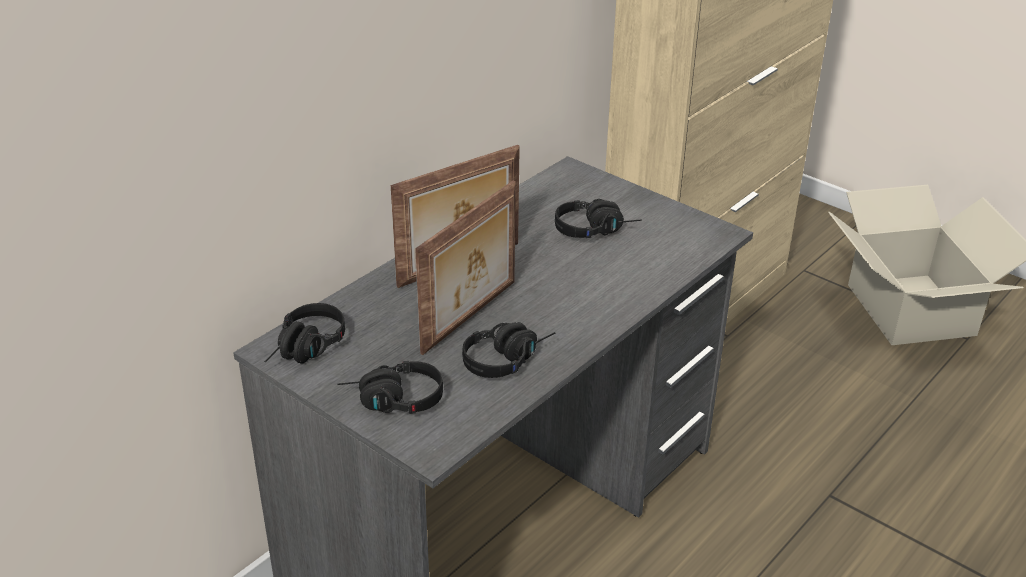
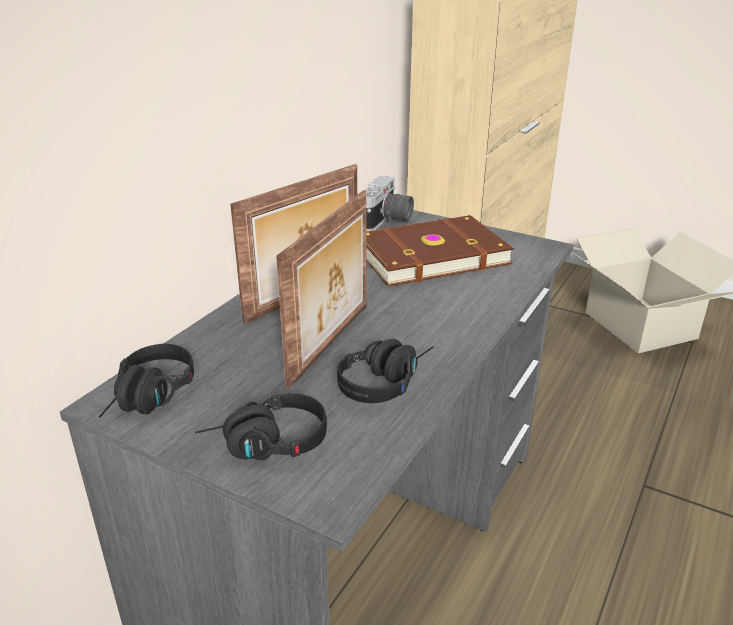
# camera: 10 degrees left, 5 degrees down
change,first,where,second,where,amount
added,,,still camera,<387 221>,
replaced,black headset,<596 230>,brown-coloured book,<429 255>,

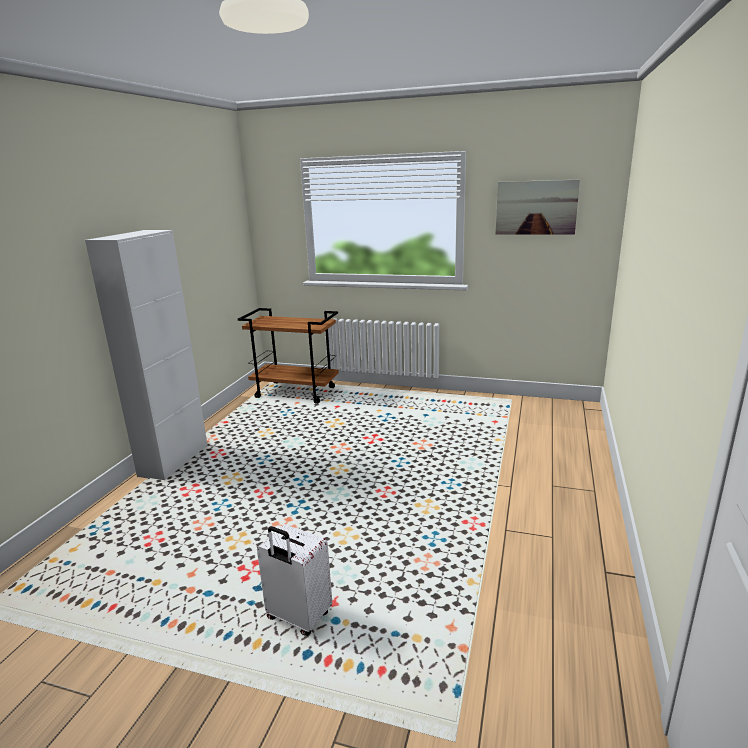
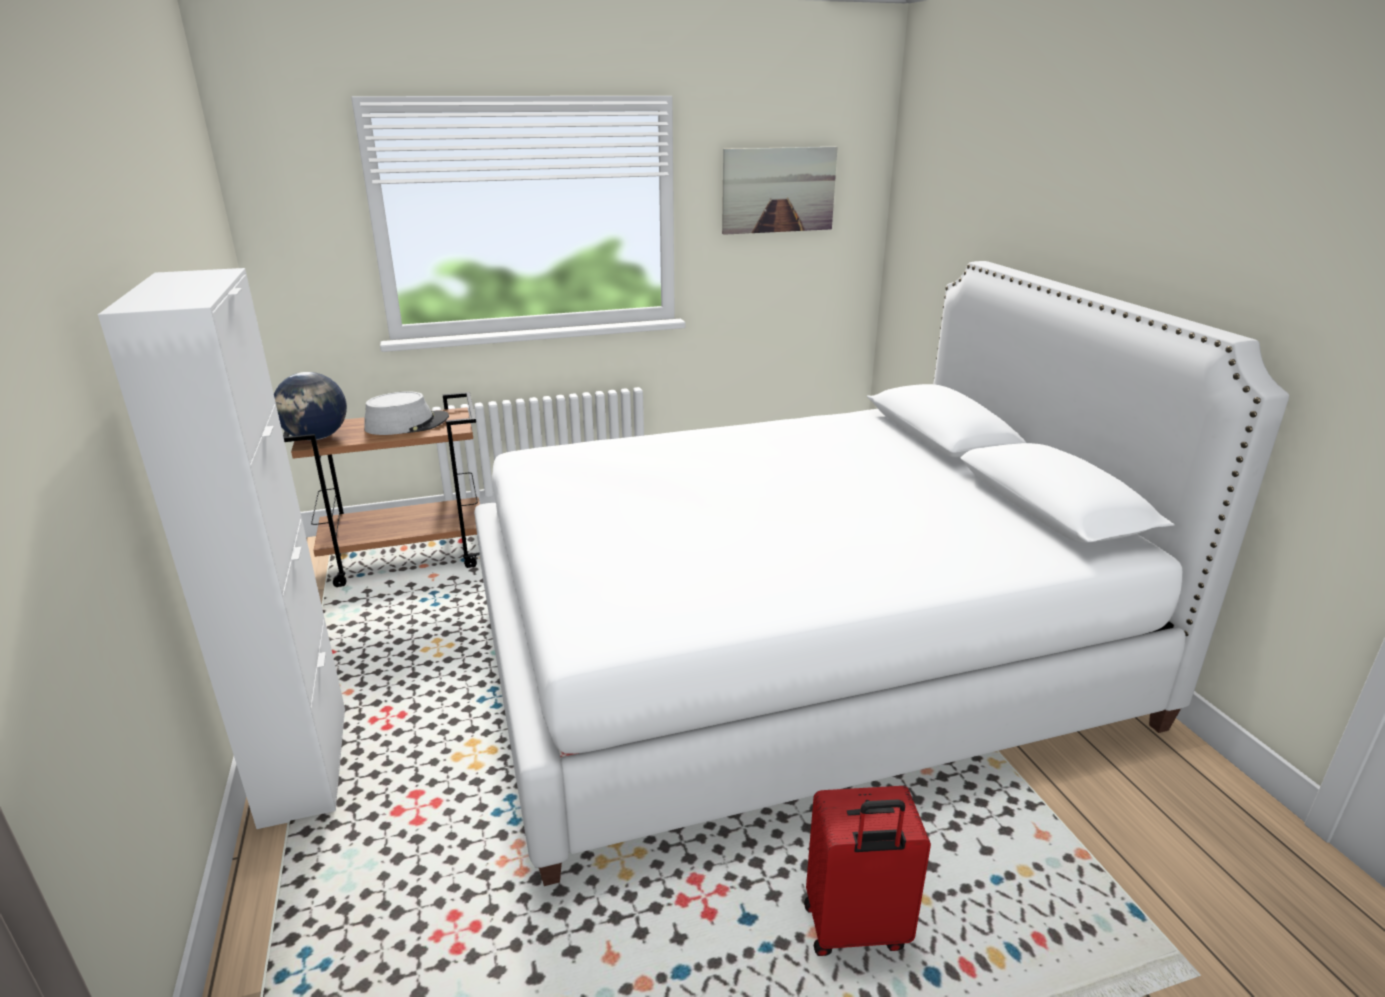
# camera: 35 degrees left, 5 degrees up
change,first,where,second,where,amount
added,,,desk globe,<317 437>,
added,,,greyish wearable hat,<407 424>,
added,,,white-coloured bedroom bed,<792 656>,
recoloured,white-coloured piece of luggage,<298 617>,red-coloured piece of luggage,<855 930>,

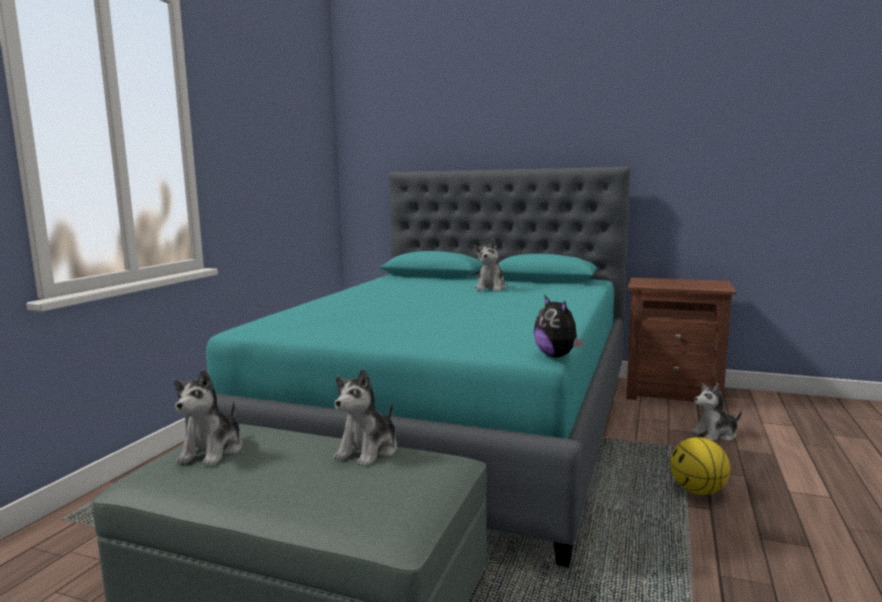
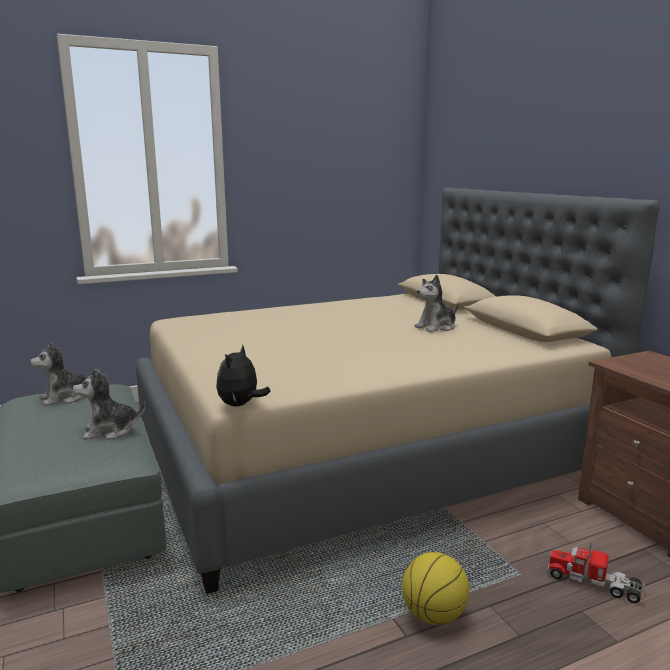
# camera: 45 degrees right, 5 degrees up
change,first,where,second,where,amount
recoloured,blue-green bedroom bed,<453 425>,sand-coloured bedroom bed,<363 451>,
replaced,soft toy,<716 434>,toy lorry,<594 583>,

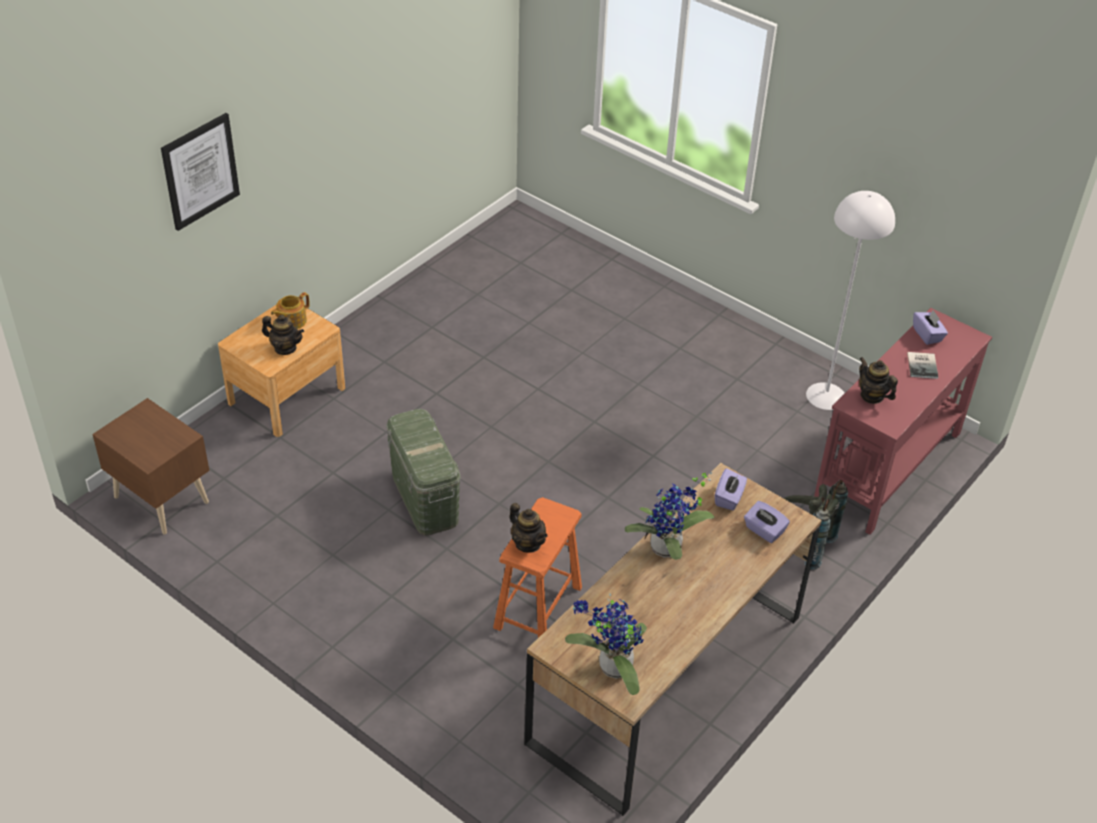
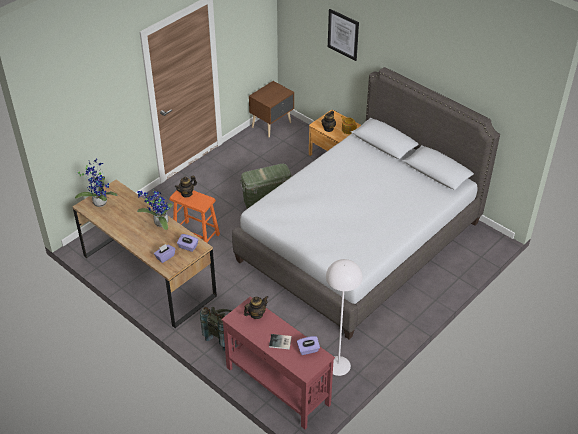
# camera: 95 degrees right, 0 degrees up
change,first,where,second,where,amount
added,,,greyish bedroom bed,<359 241>,

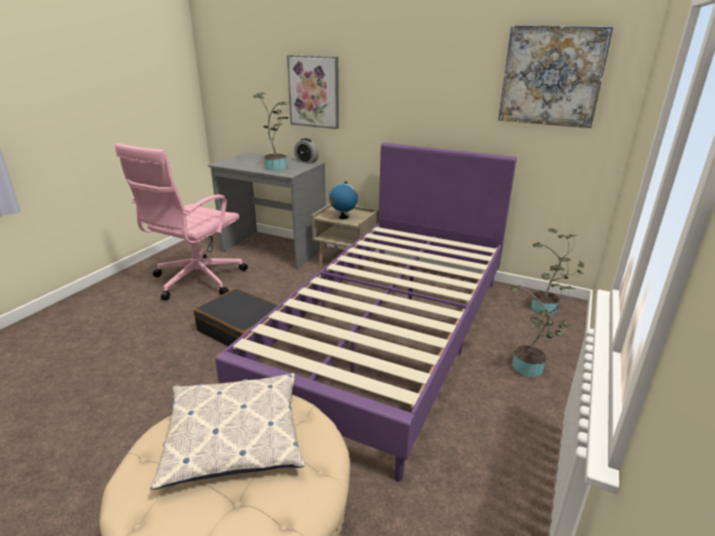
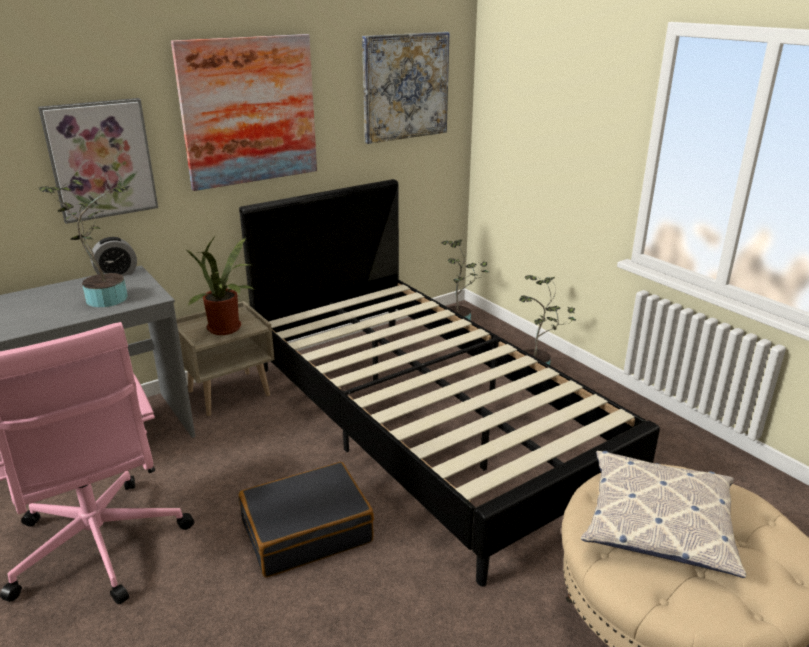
# camera: 60 degrees left, 0 degrees up
change,first,where,second,where,amount
added,,,picture,<249 111>,
replaced,desk globe,<343 217>,potted plant,<227 329>,
recoloured,purple-coloured bedroom bed,<388 335>,black bedroom bed,<424 421>,

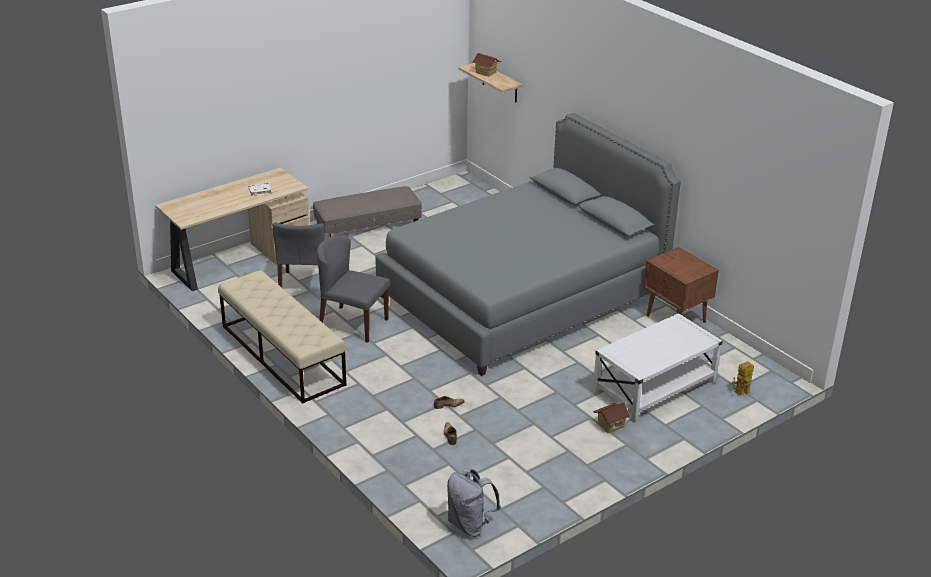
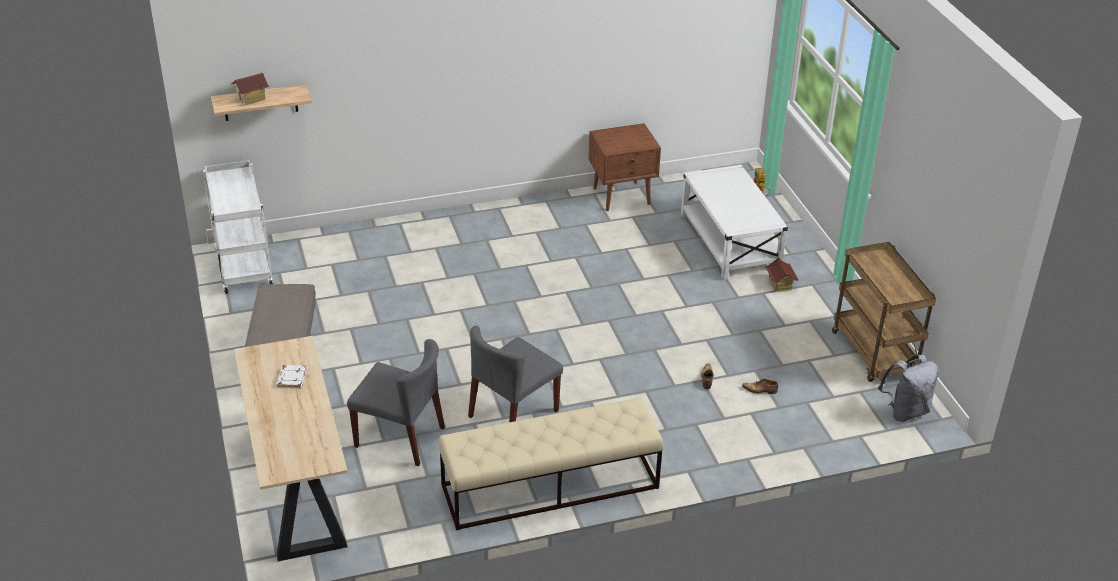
# camera: 70 degrees left, 5 degrees up
change,first,where,second,where,amount
added,,,white-coloured trolley,<242 266>,
added,,,brown-coloured trolley,<875 354>,
removed,greyish bedroom bed,<522 296>,,,

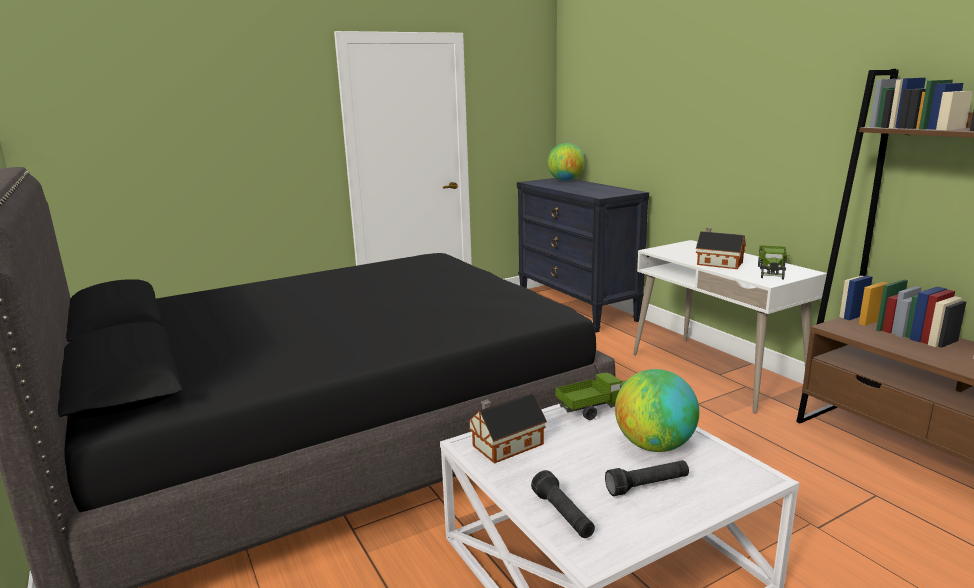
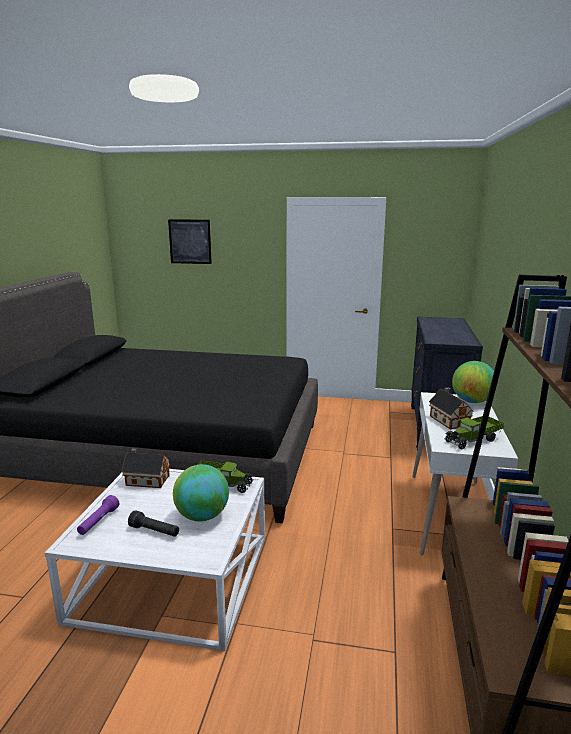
# camera: 40 degrees right, 0 degrees up
change,first,where,second,where,amount
recoloured,black flashlight,<563 516>,purple-coloured flashlight,<98 522>,
added,,,picture,<190 241>,
moved,desk globe,<565 180>,,<472 401>,

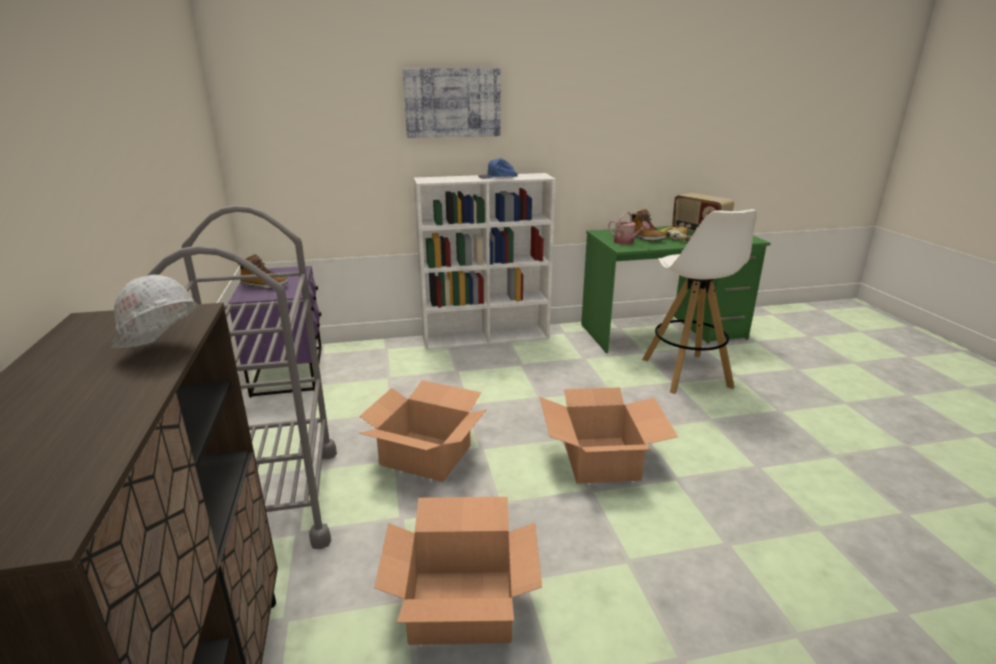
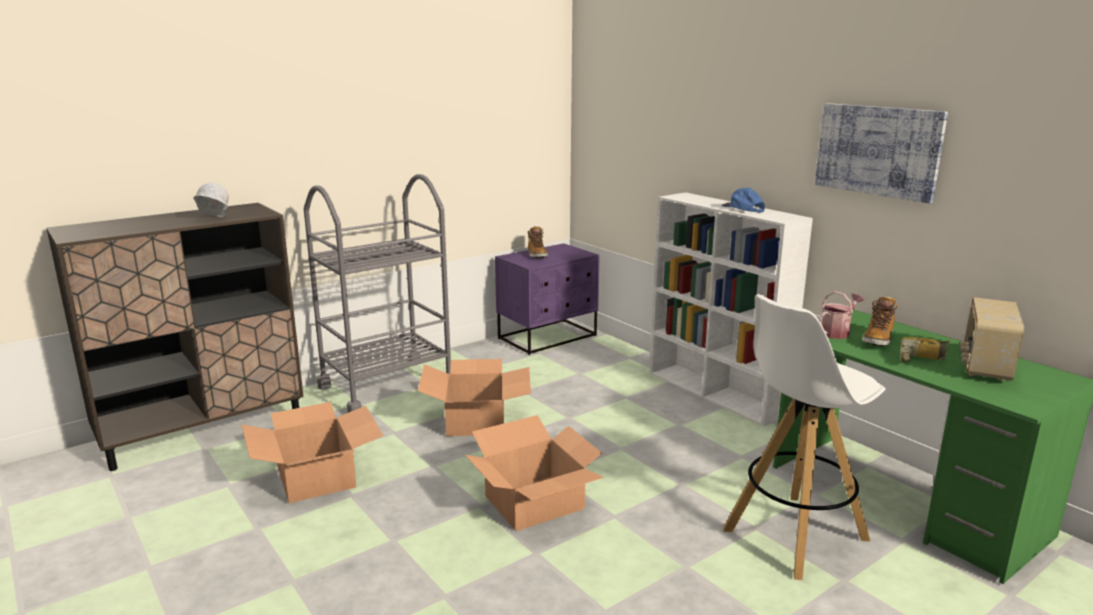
# camera: 65 degrees right, 5 degrees down
change,first,where,second,where,amount
moved,picture,<452 103>,,<878 150>,
turned,sprinkling can,<626 242>,,<836 332>,150 degrees counterclockwise

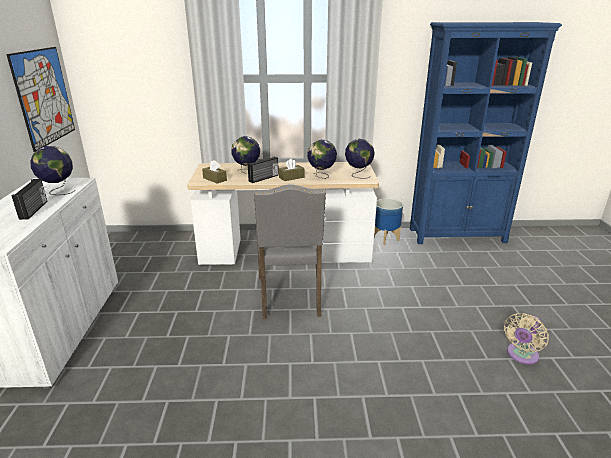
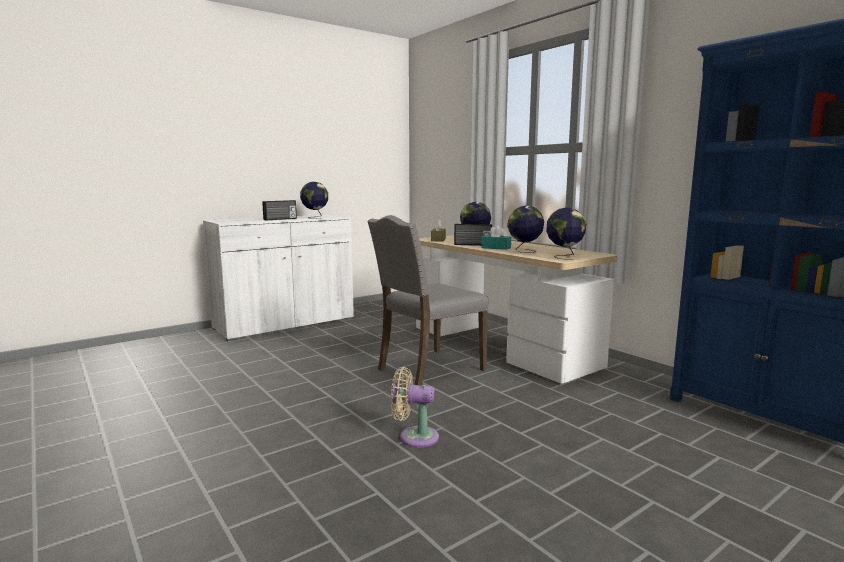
# camera: 55 degrees right, 15 degrees down
change,first,where,second,where,amount
moved,sand-coloured electric fan,<521 355>,,<414 437>,
recoloured,brown-coloured tissue holder,<291 177>,blue-green tissue holder,<496 248>,
removed,picture,<44 97>,,,
removed,plant pot,<385 238>,,,

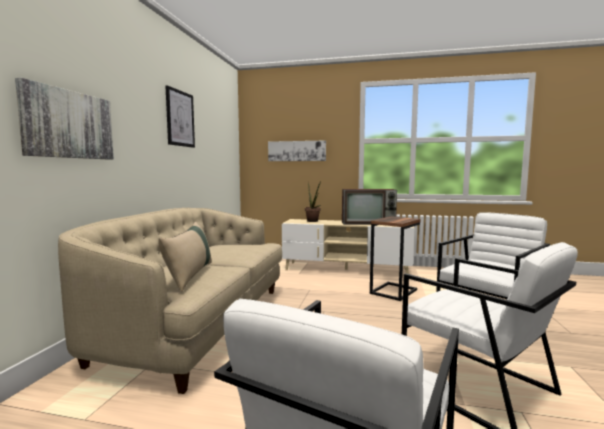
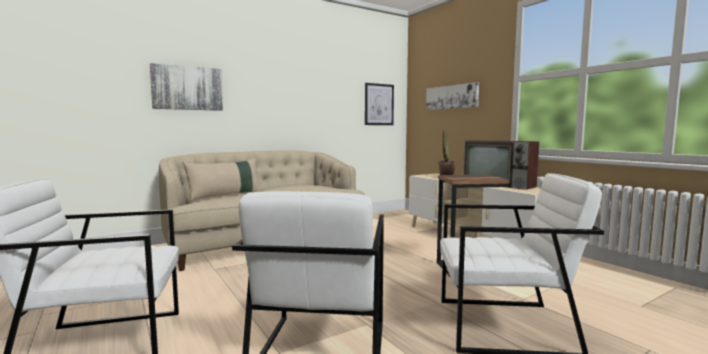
# camera: 45 degrees right, 0 degrees up
change,first,where,second,where,amount
moved,picture,<180 118>,,<379 104>,

